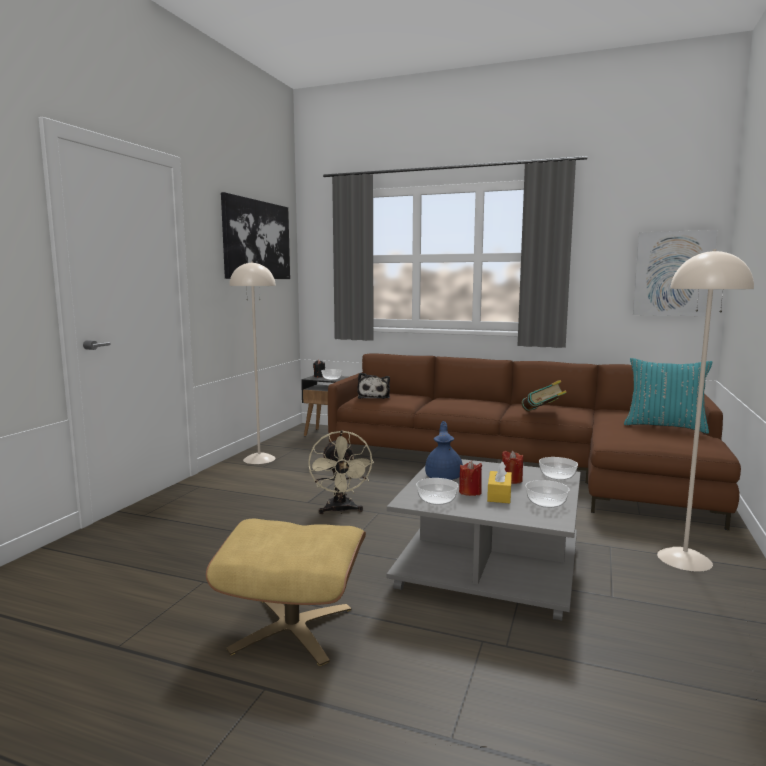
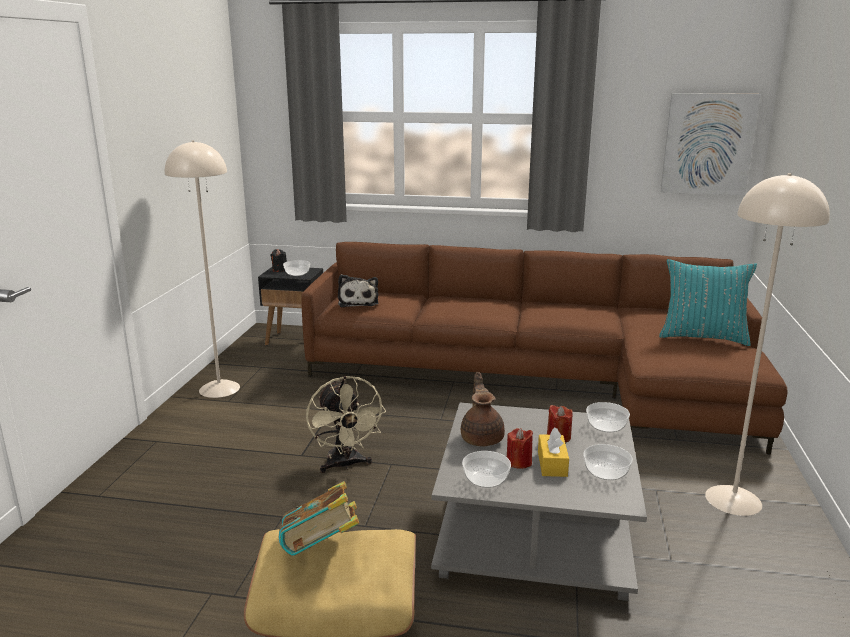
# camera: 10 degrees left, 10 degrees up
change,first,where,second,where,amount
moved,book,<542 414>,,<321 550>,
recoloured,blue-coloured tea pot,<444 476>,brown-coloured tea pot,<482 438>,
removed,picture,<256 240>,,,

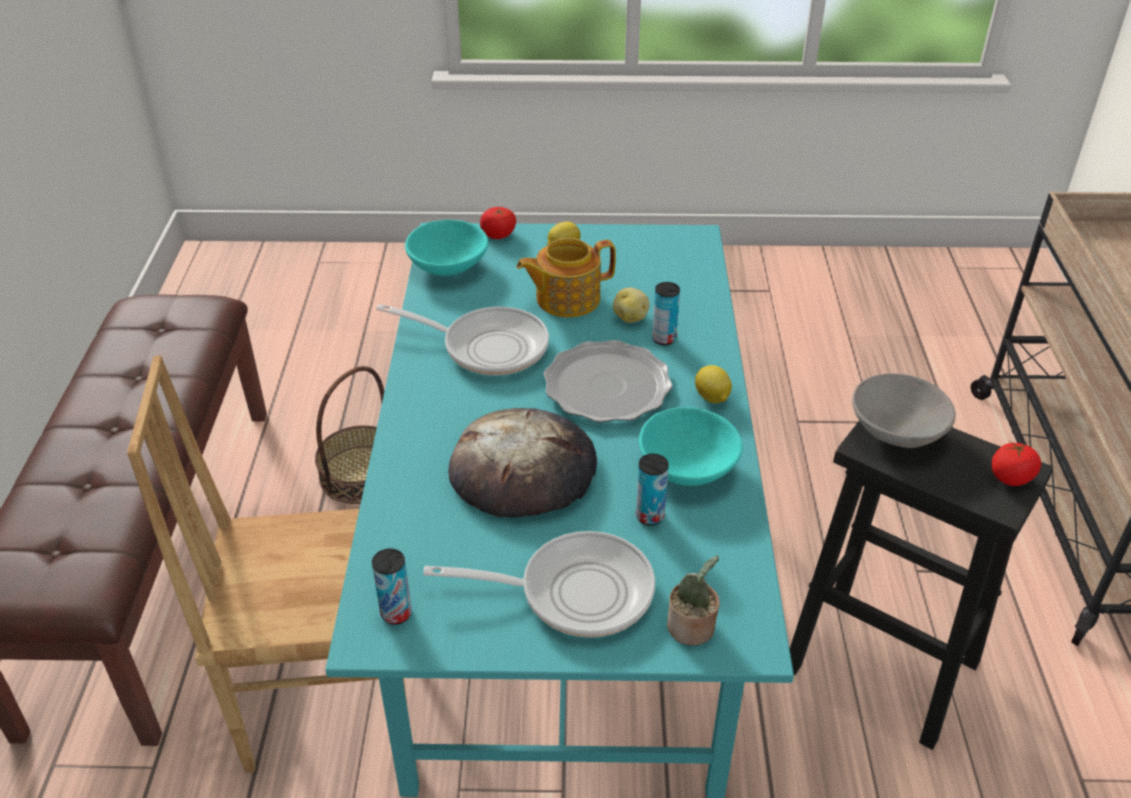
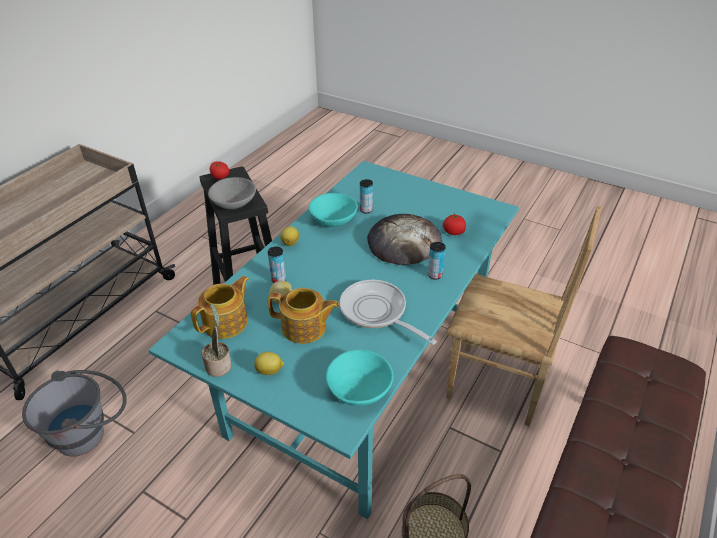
# camera: 150 degrees left, 0 degrees up
change,first,where,second,where,amount
added,,,greyish pail,<91 432>,
added,,,tea pot,<227 322>,
moved,potted plant,<692 629>,,<219 365>,
moved,can,<396 613>,,<434 275>,
moved,fresh tomato,<498 235>,,<453 232>,
removed,frying pan,<574 591>,,,
removed,plate,<606 386>,,,

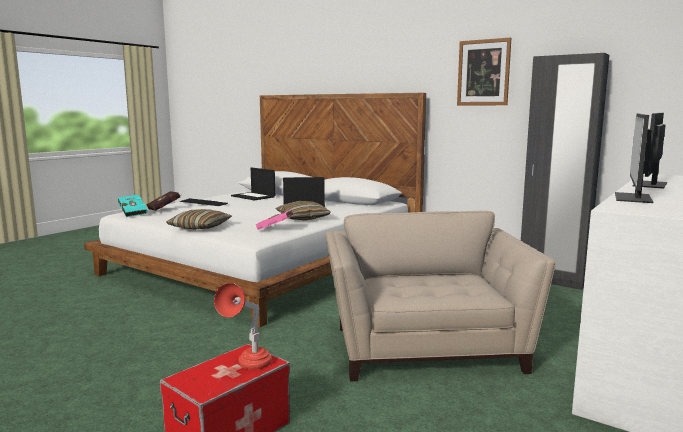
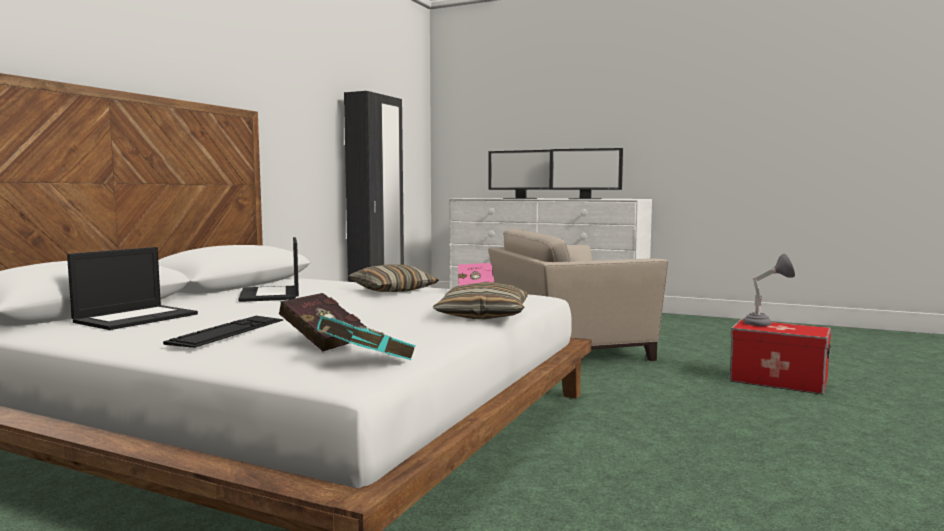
# camera: 100 degrees left, 5 degrees down
change,first,where,second,where,amount
recoloured,red-coloured table lamp,<248 366>,greyish table lamp,<765 324>,
removed,picture,<483 72>,,,

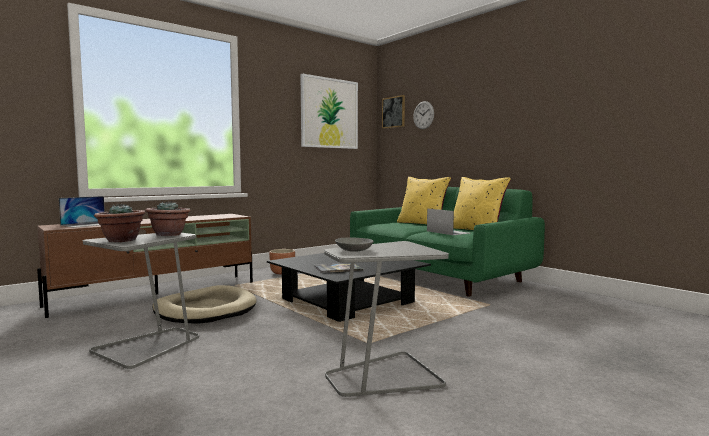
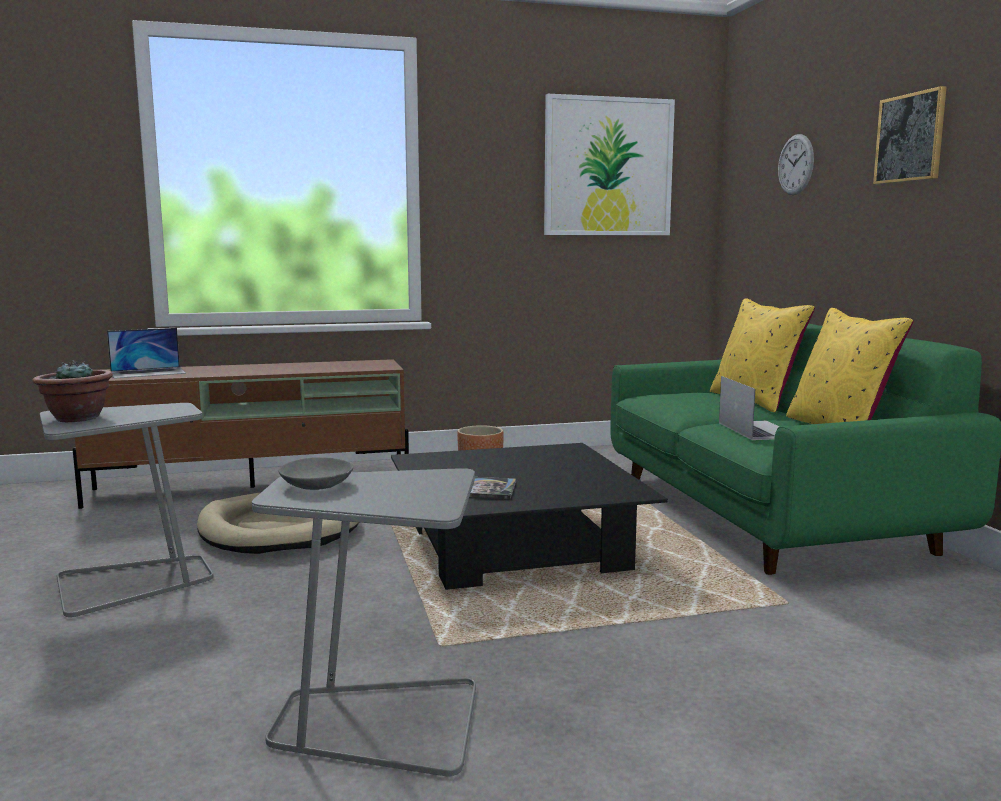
# camera: 25 degrees right, 5 degrees up
change,first,where,second,where,amount
moved,picture,<393 112>,,<910 138>,
removed,potted plant,<169 234>,,,

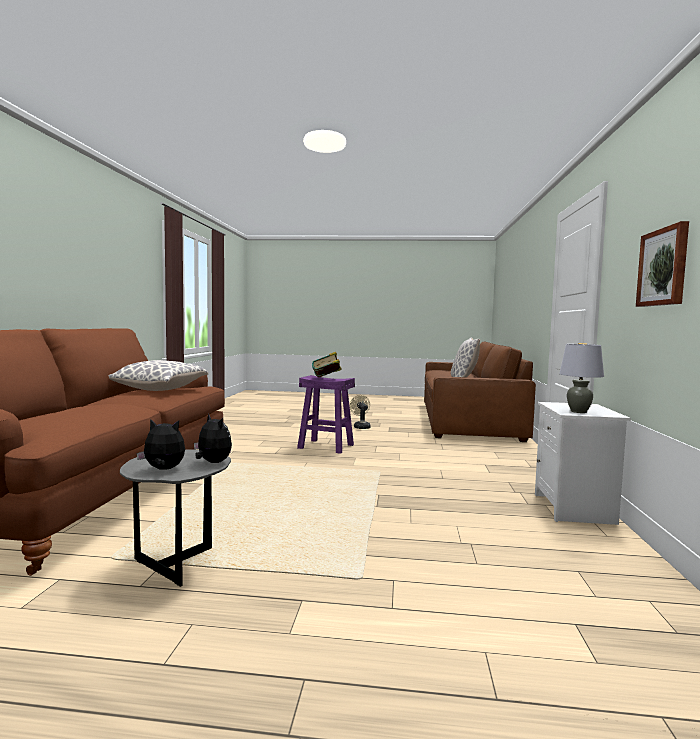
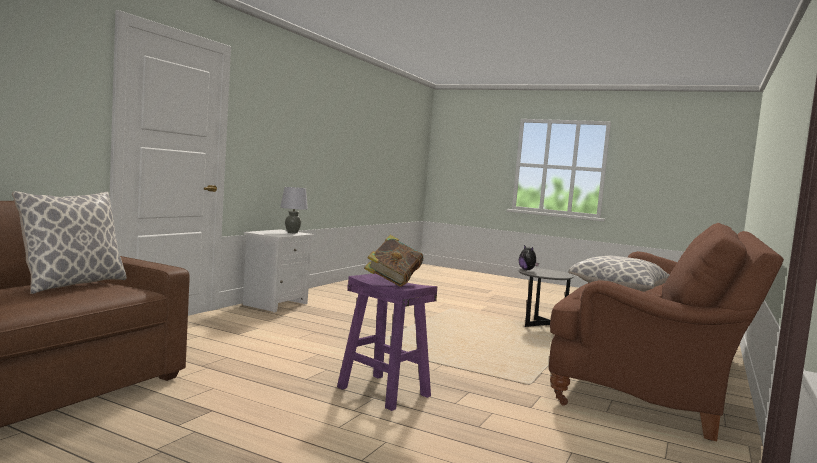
# camera: 160 degrees left, 0 degrees up
change,first,where,second,where,amount
removed,soft toy,<163 470>,,,
removed,sand-coloured electric fan,<361 426>,,,
removed,picture,<664 267>,,,

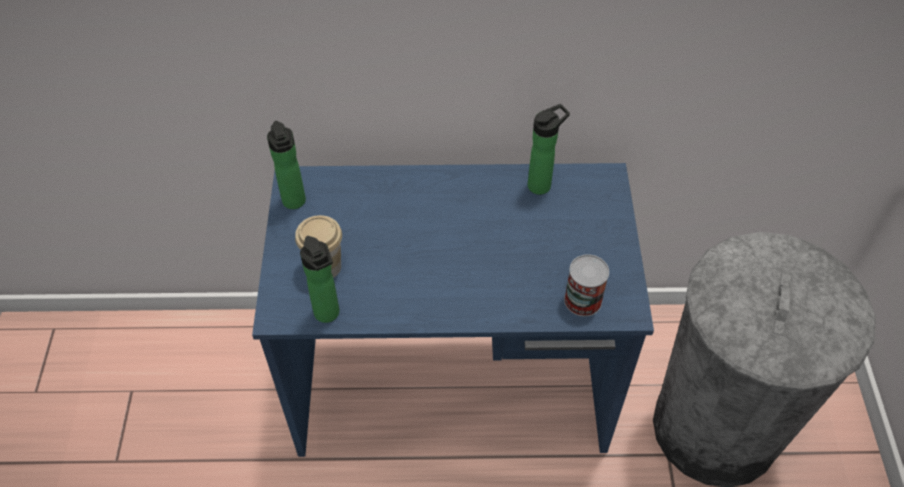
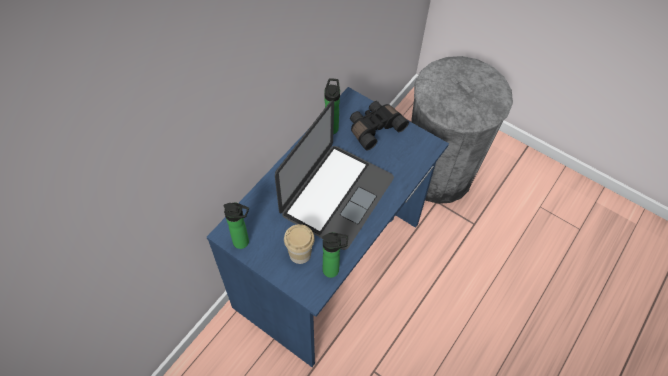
# camera: 55 degrees left, 5 degrees up
change,first,where,second,where,amount
added,,,notebook computer,<337 195>,
added,,,black field glasses,<374 128>,
removed,can,<583 300>,,,

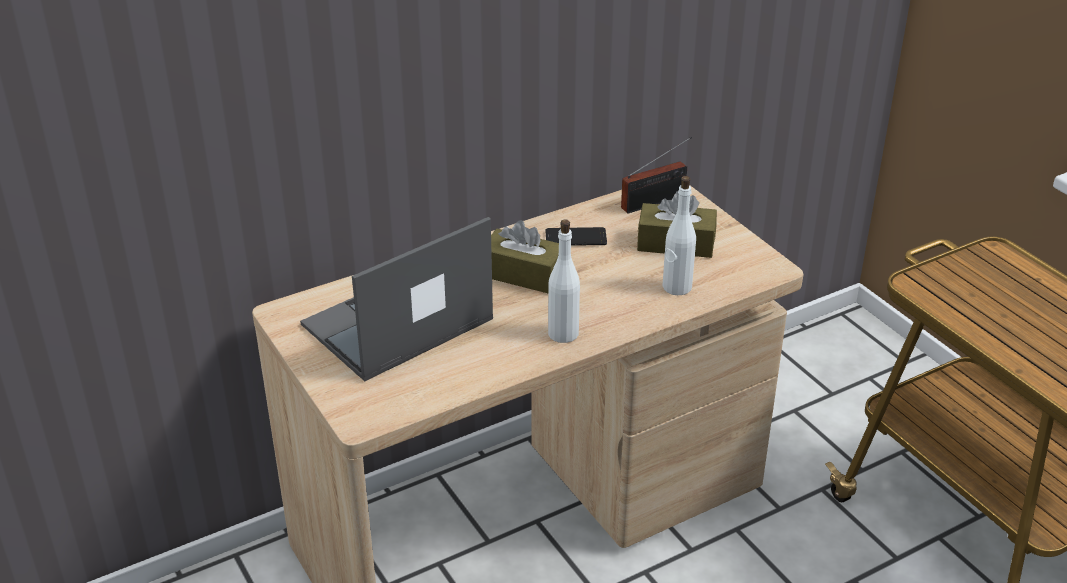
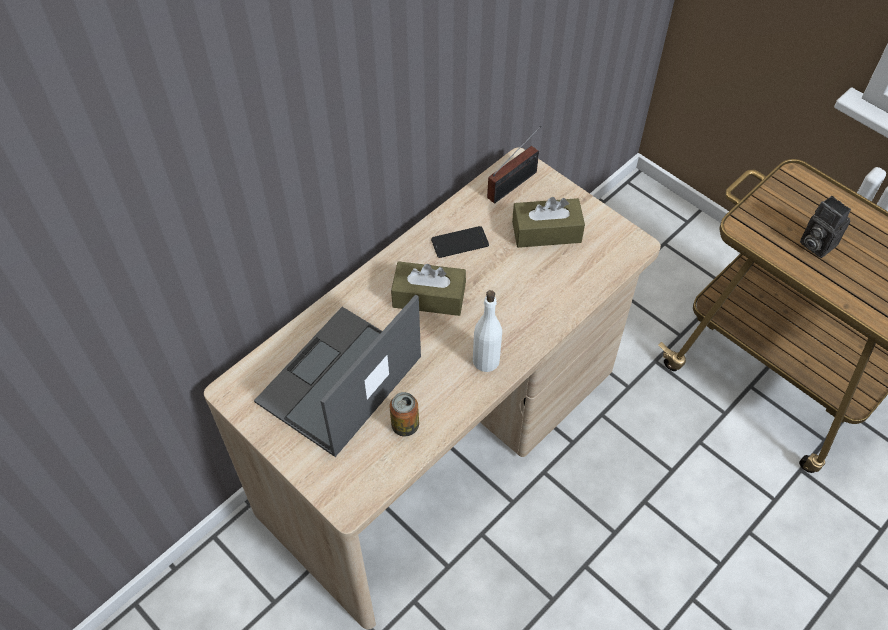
# camera: 15 degrees left, 20 degrees up
change,first,where,second,where,amount
added,,,can,<405 425>,
added,,,still camera,<815 243>,
removed,white-coloured drink bottle,<676 287>,,,

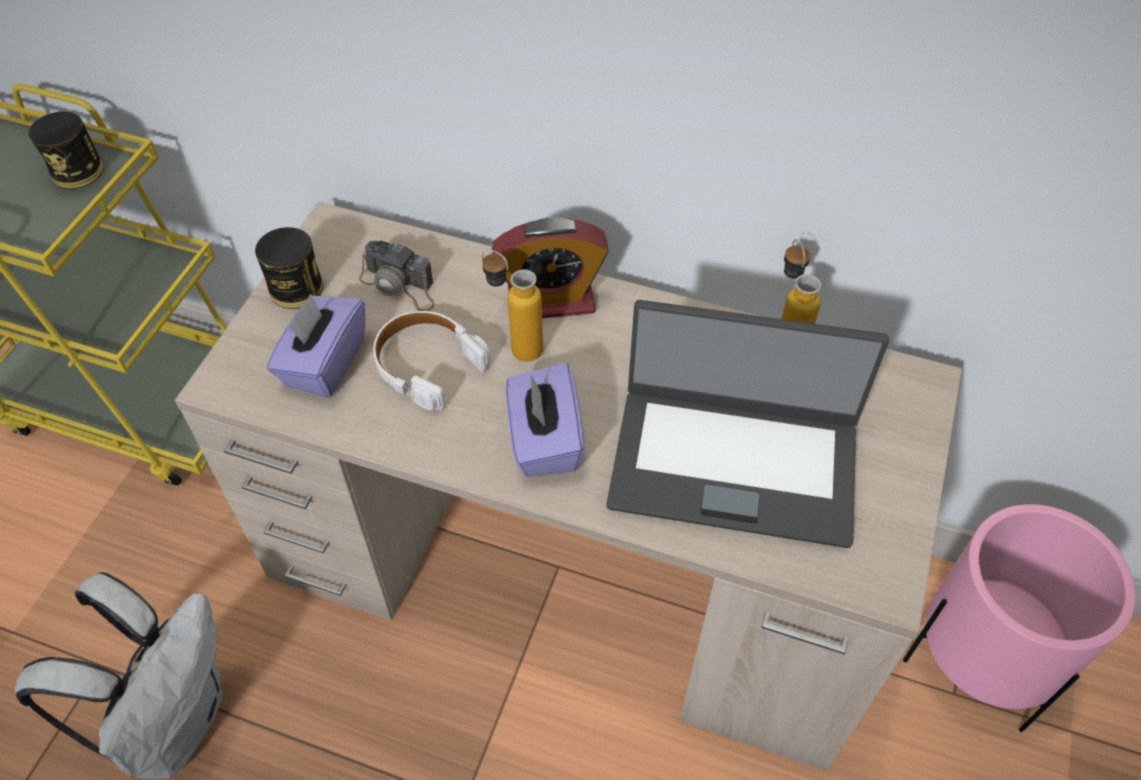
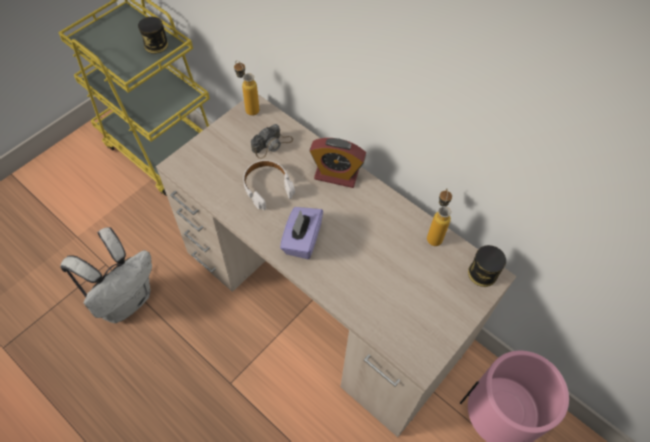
# camera: 20 degrees right, 5 degrees up
change,first,where,second,where,amount
moved,drink bottle,<515 346>,,<248 107>,
turned,still camera,<400 285>,,<272 145>,90 degrees counterclockwise
moved,can,<296 289>,,<482 273>,
removed,purple-coloured tissue holder,<324 363>,,,
removed,notebook computer,<734 463>,,,

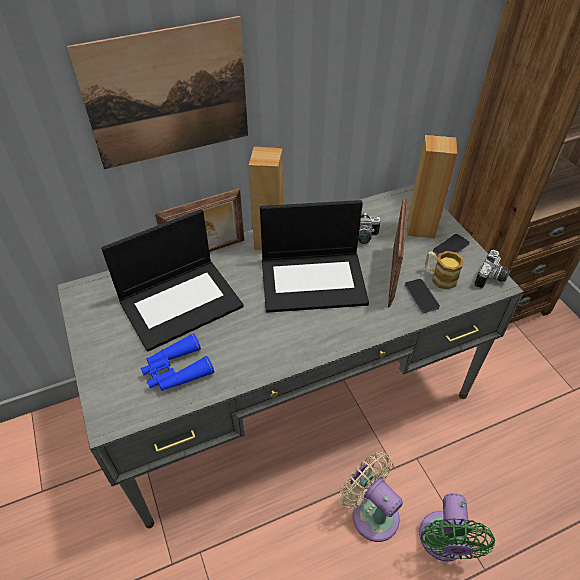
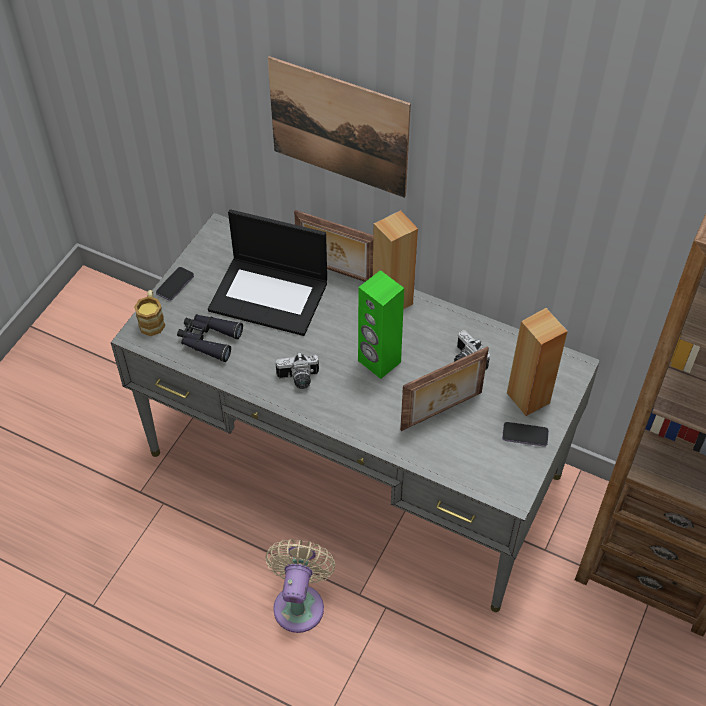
# camera: 50 degrees right, 5 degrees up
change,first,where,second,where,amount
moved,mug,<439 277>,,<152 320>,
moved,telephone,<421 296>,,<175 285>,
recoloured,blue-coloured field glasses,<176 370>,black field glasses,<208 340>,
moved,still camera,<491 279>,,<298 379>,
replaced,notebook computer,<314 280>,greenish audio speaker,<379 362>,
removed,greenish electric fan,<443 542>,,,

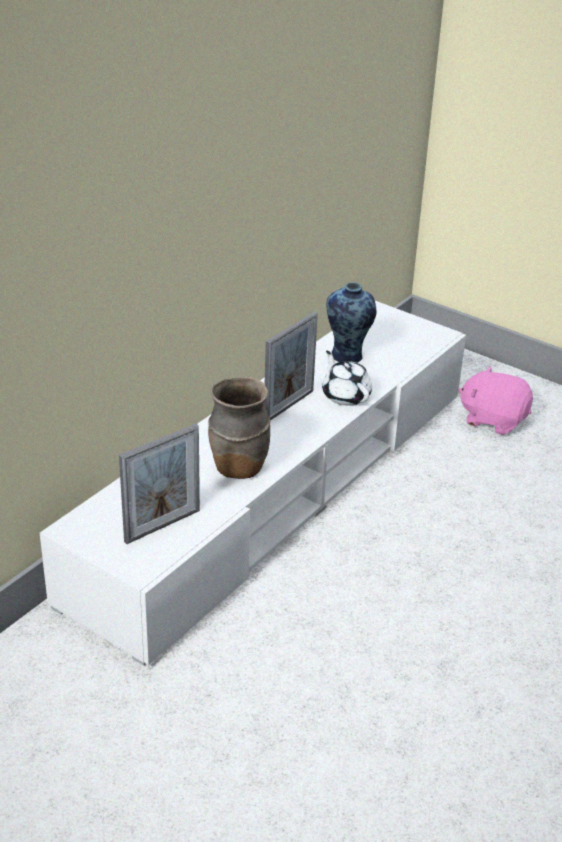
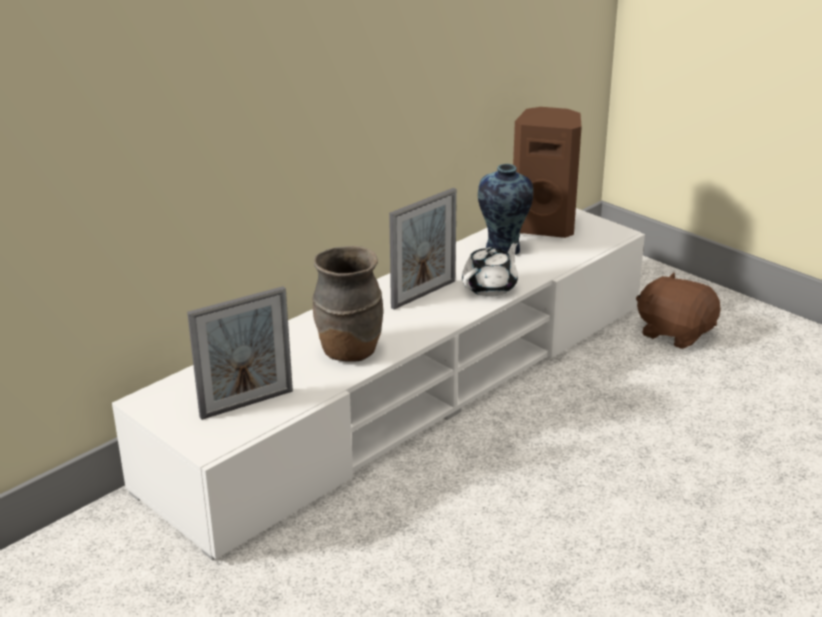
# camera: 10 degrees right, 5 degrees down
change,first,where,second,where,amount
turned,white-coloured tea pot,<345 395>,,<490 287>,60 degrees clockwise
added,,,brown-coloured audio speaker,<544 226>,
recoloured,pink soft toy,<493 419>,brown-coloured soft toy,<675 333>,

